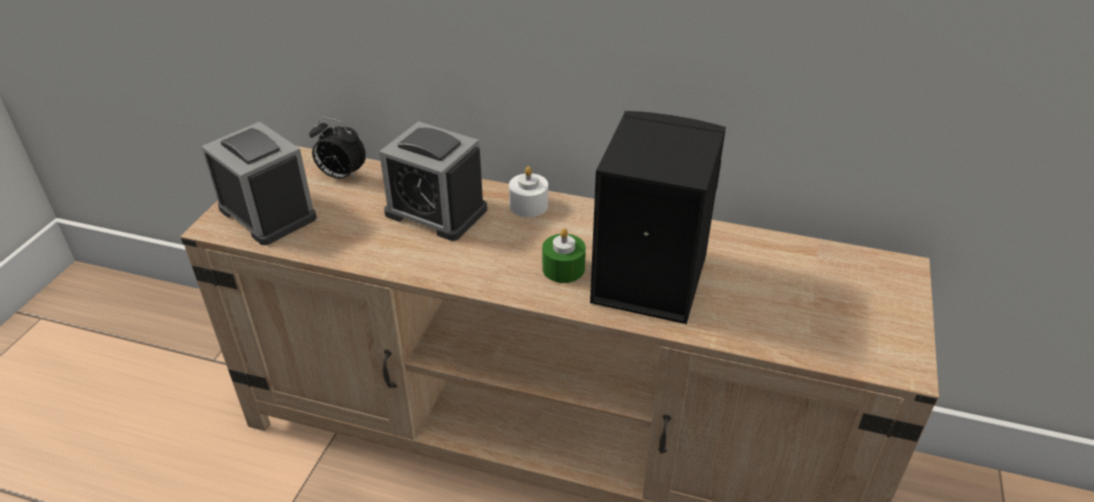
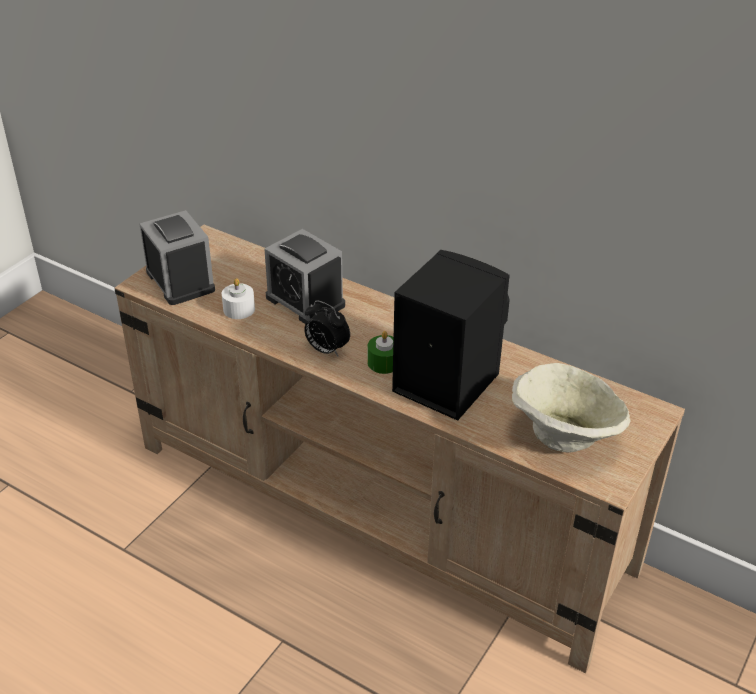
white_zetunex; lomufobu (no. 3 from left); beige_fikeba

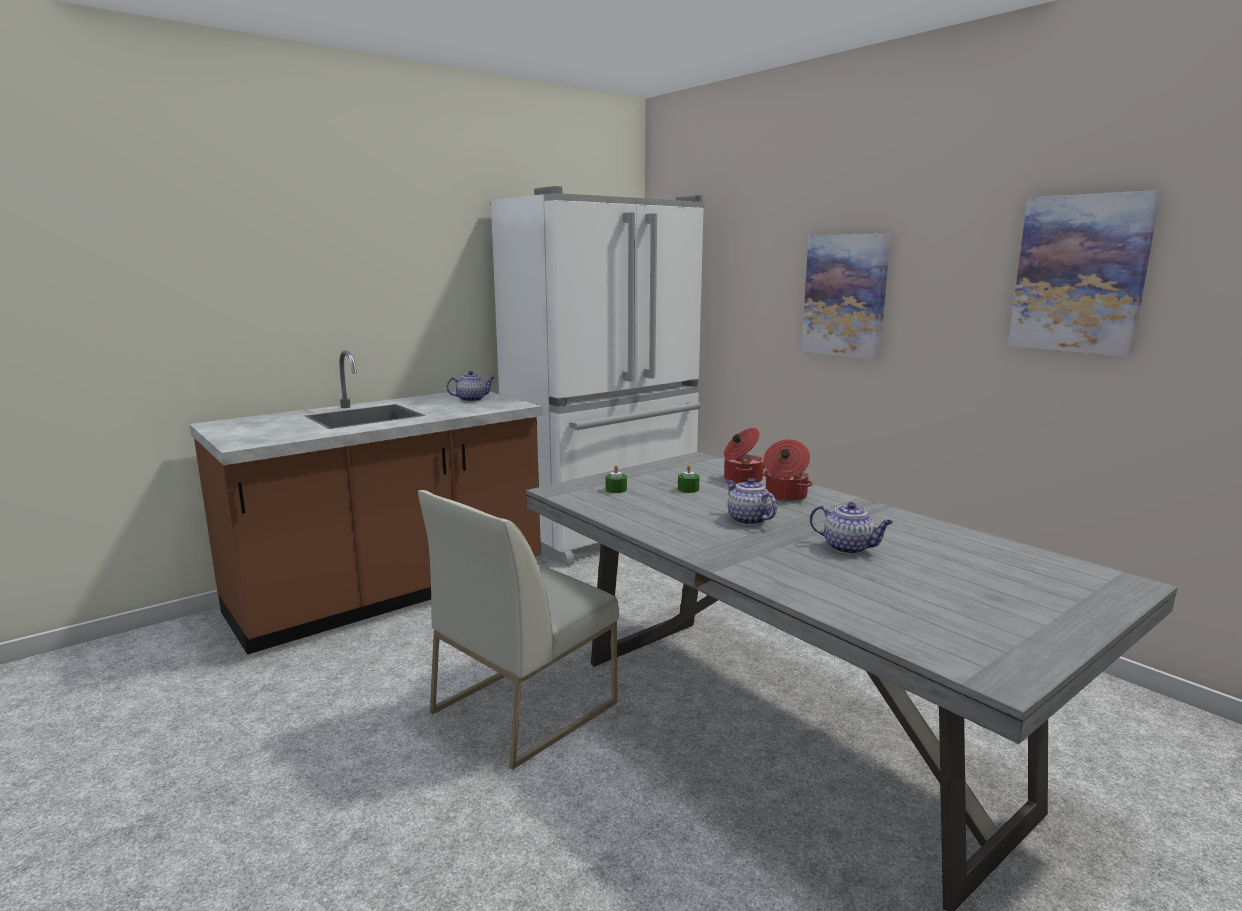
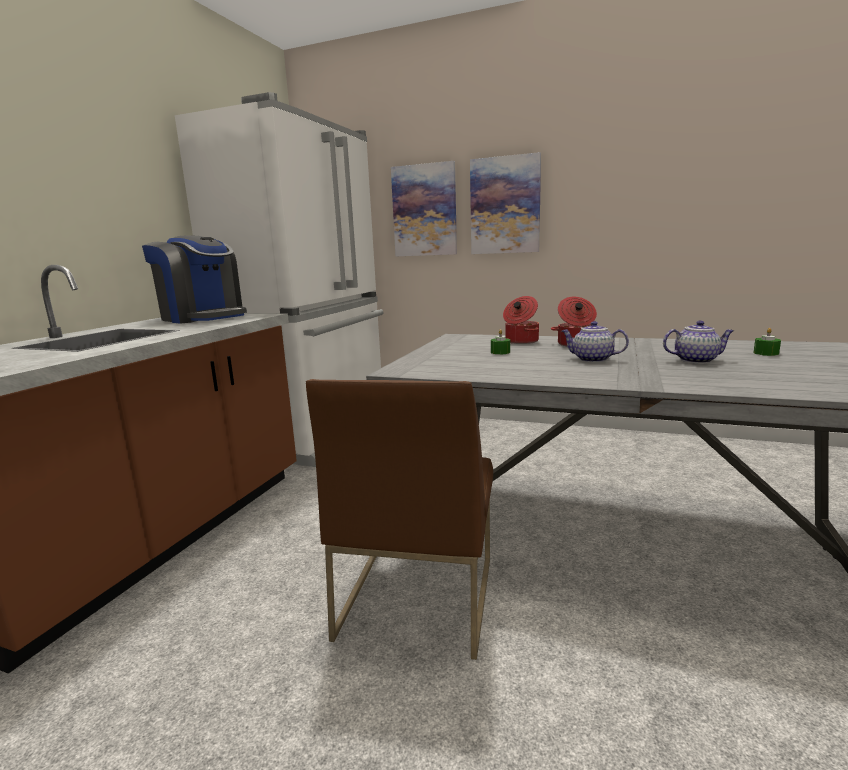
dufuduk; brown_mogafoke; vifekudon (no. 1 from left); green_zetunex (no. 2 from left)

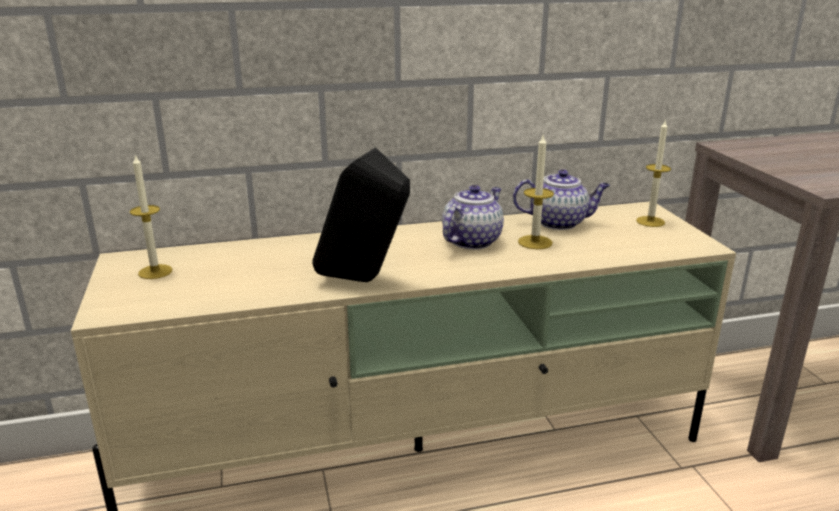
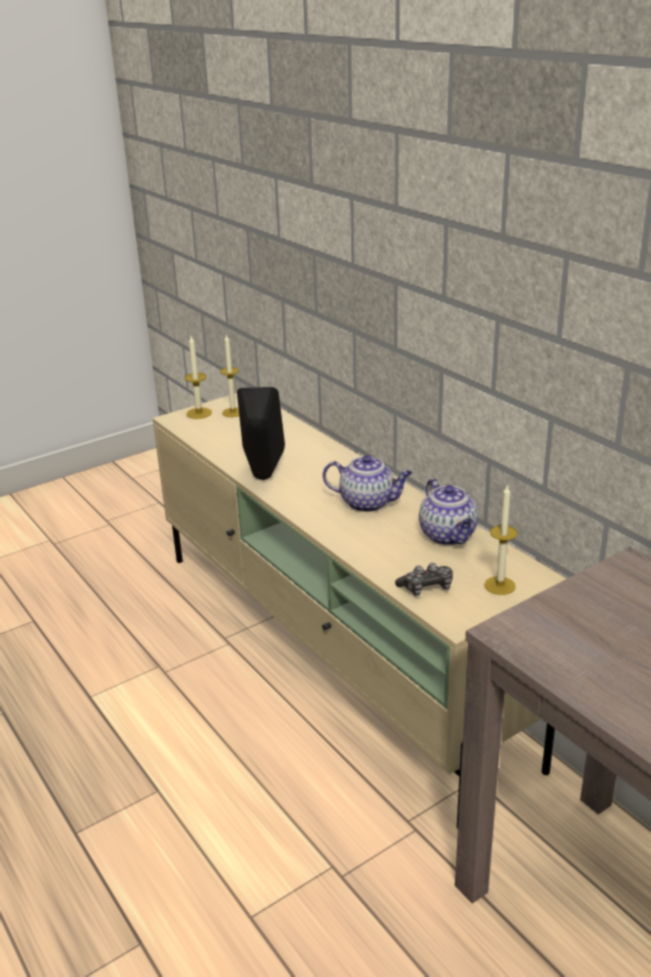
zetunex (no. 1 from left); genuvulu

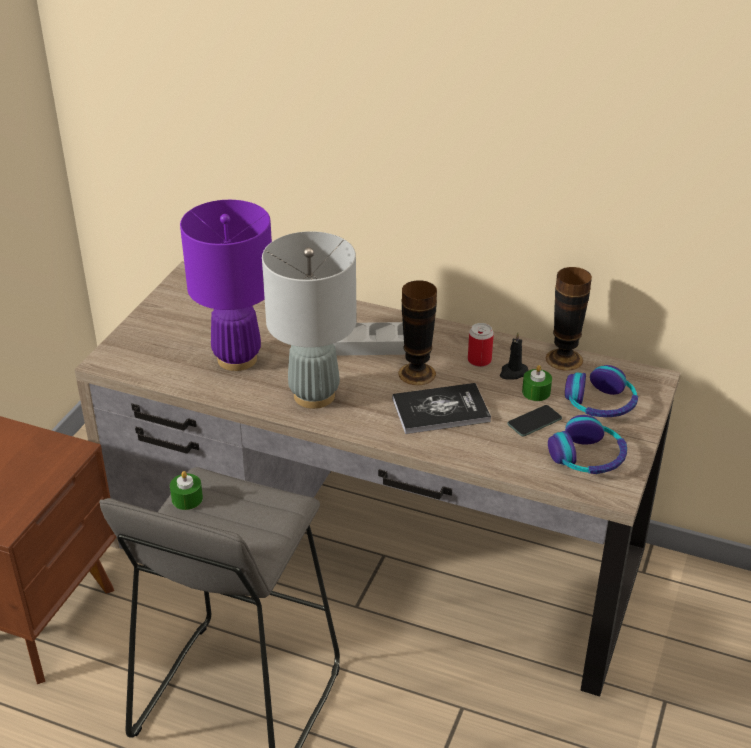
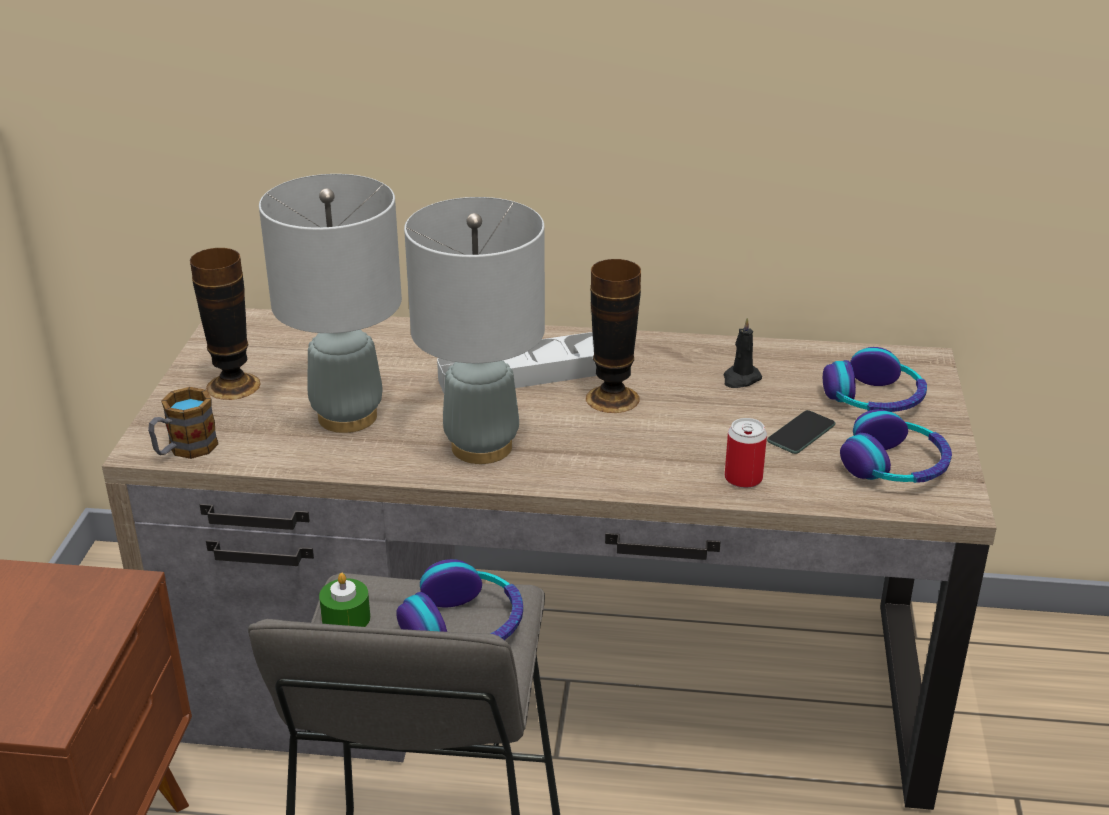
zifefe; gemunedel (no. 1 from left); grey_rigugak (no. 1 from left); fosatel (no. 1 from left); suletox; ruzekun; green_zetunex (no. 2 from left in the first image)

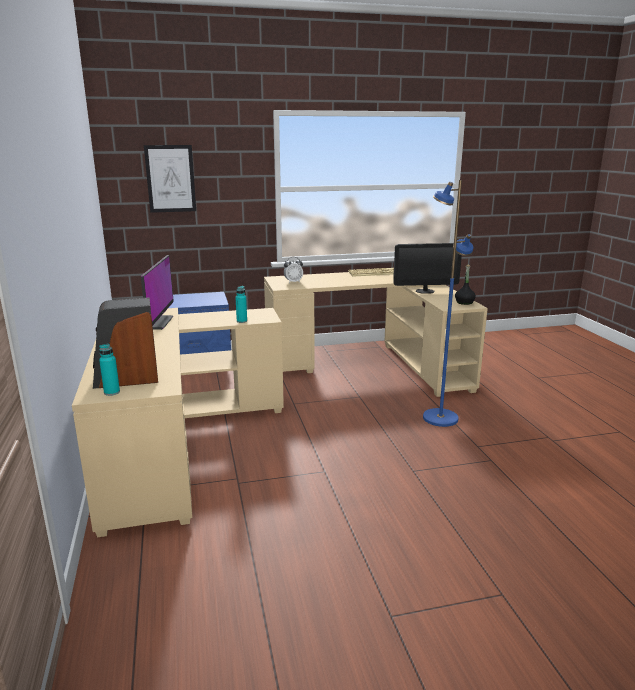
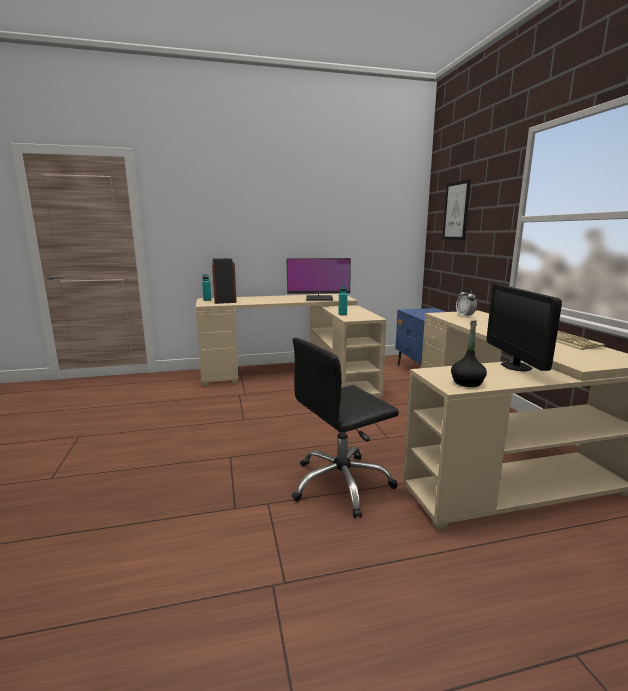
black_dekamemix

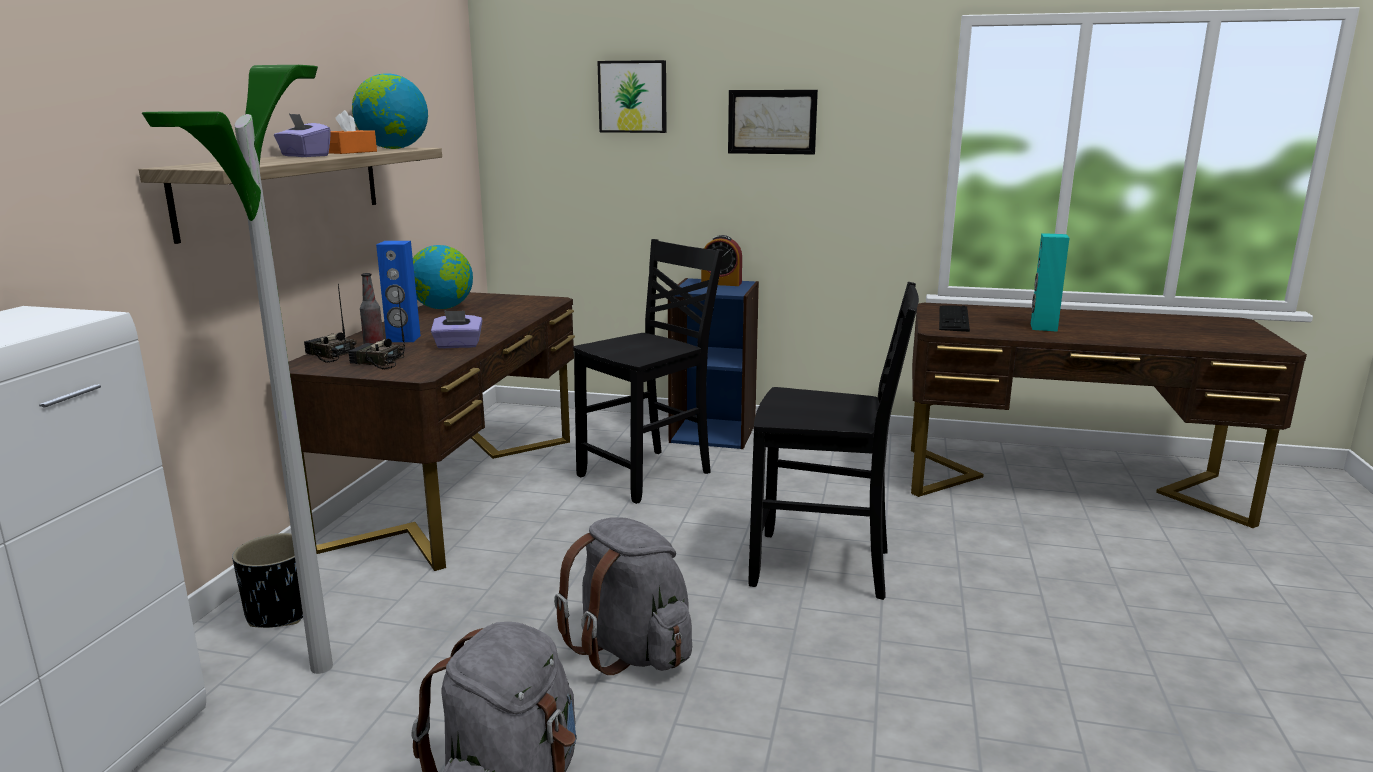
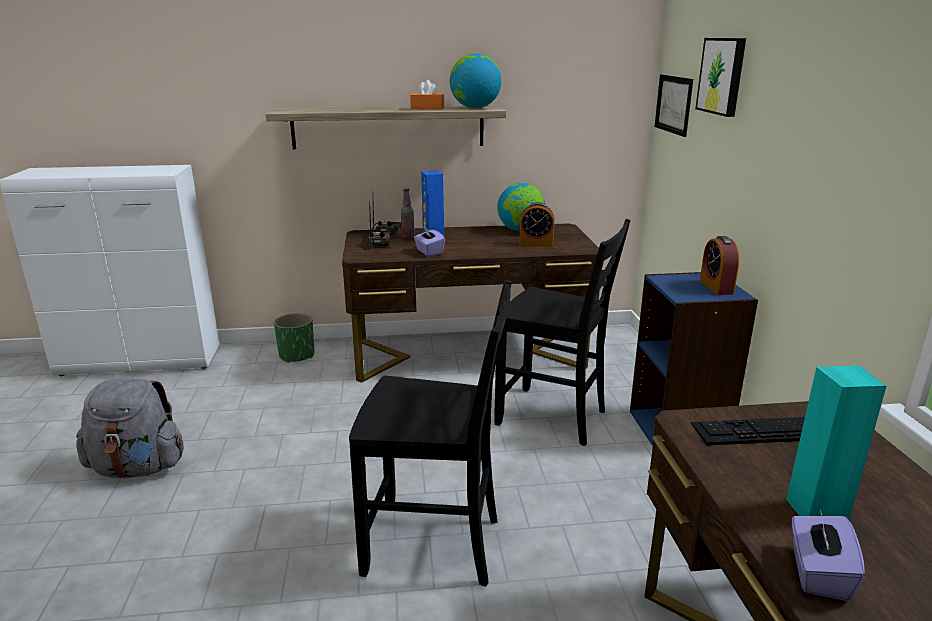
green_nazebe; black_mogafoke (no. 1 from left); lomufobu (no. 1 from left); vifekudon (no. 1 from left); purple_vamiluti (no. 2 from left); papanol; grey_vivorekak (no. 2 from left in the first image)

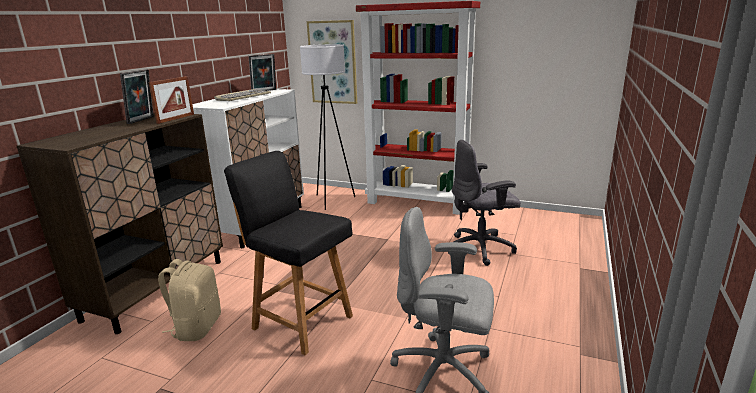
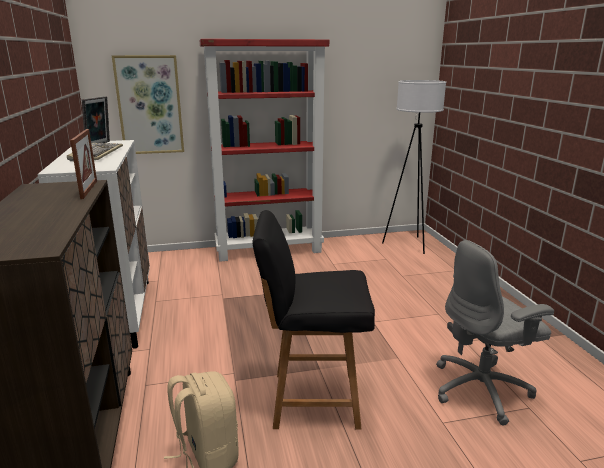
white_papanol; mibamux (no. 1 from left in the first image); grey_dekamemix (no. 2 from left in the first image)

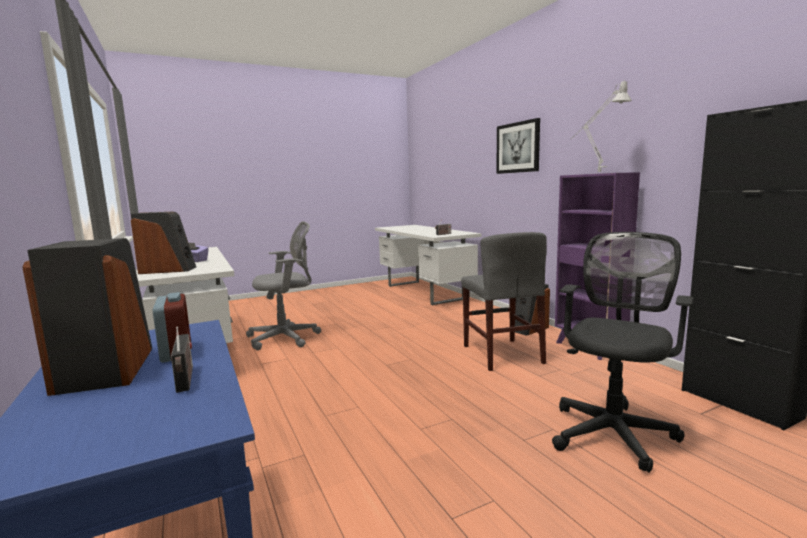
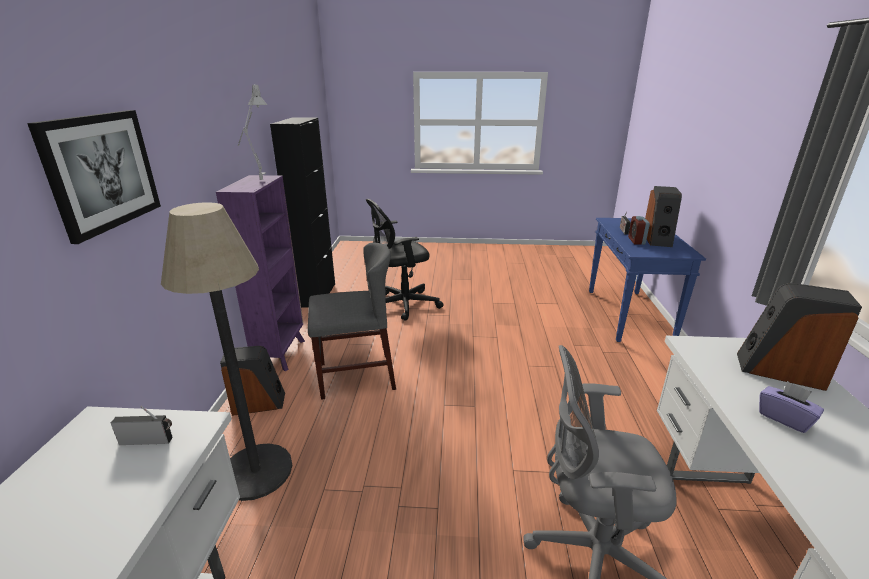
papanol; grey_mogafoke

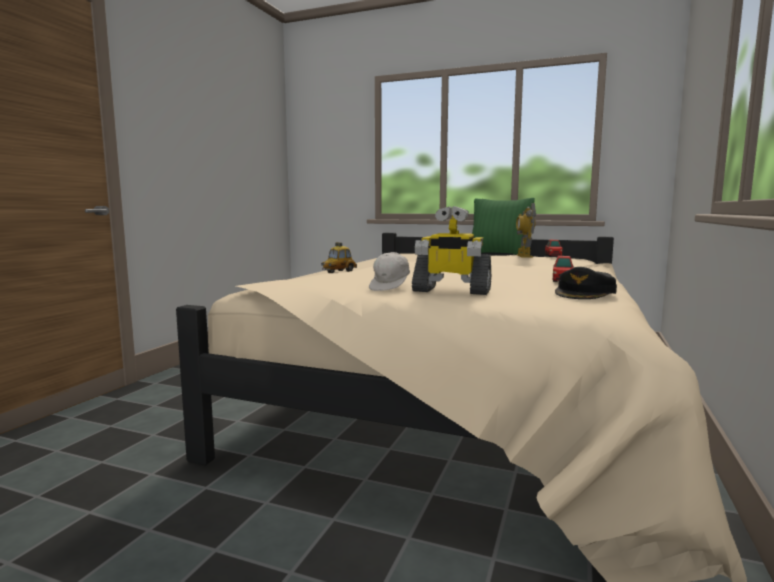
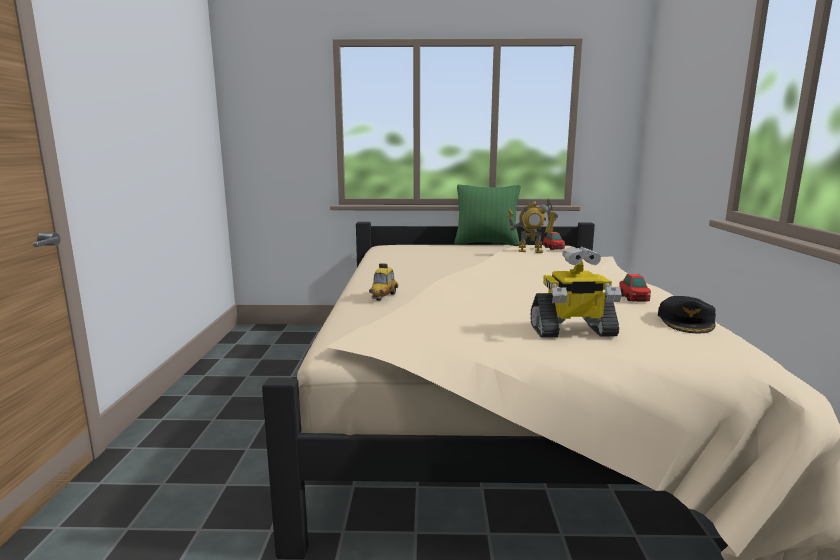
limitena (no. 1 from left); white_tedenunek

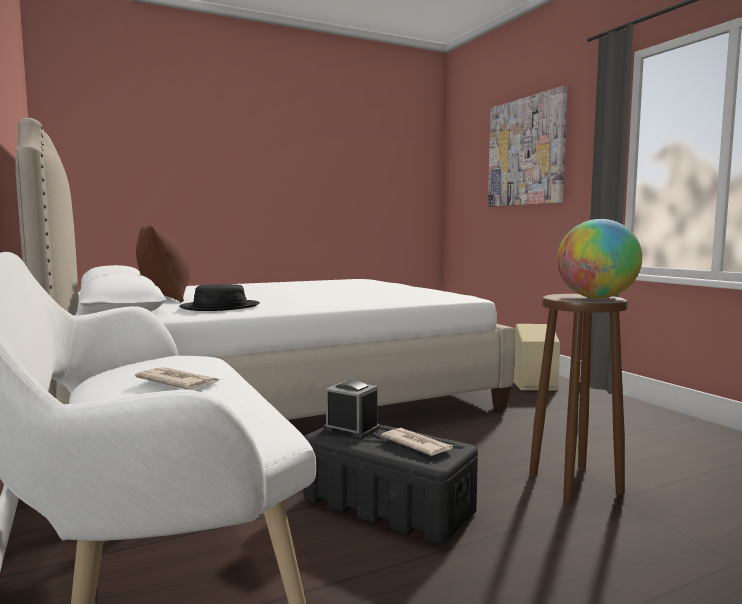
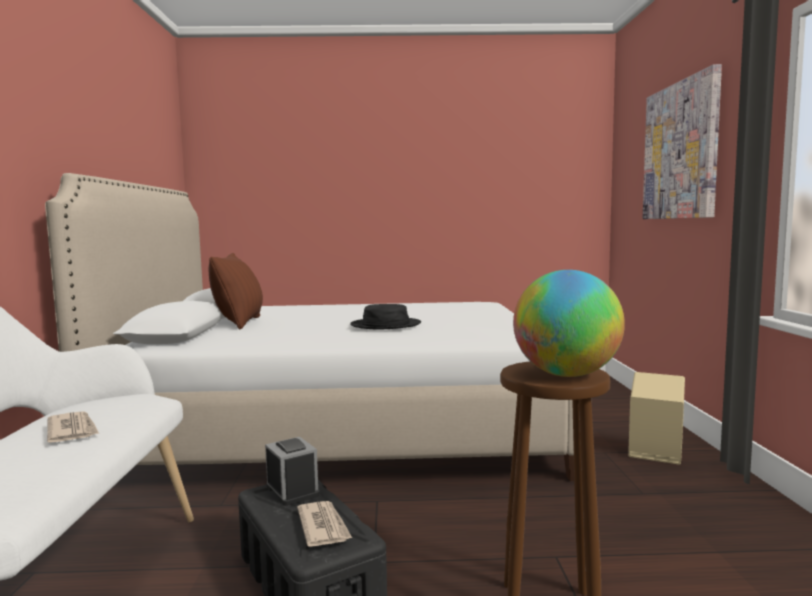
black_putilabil

